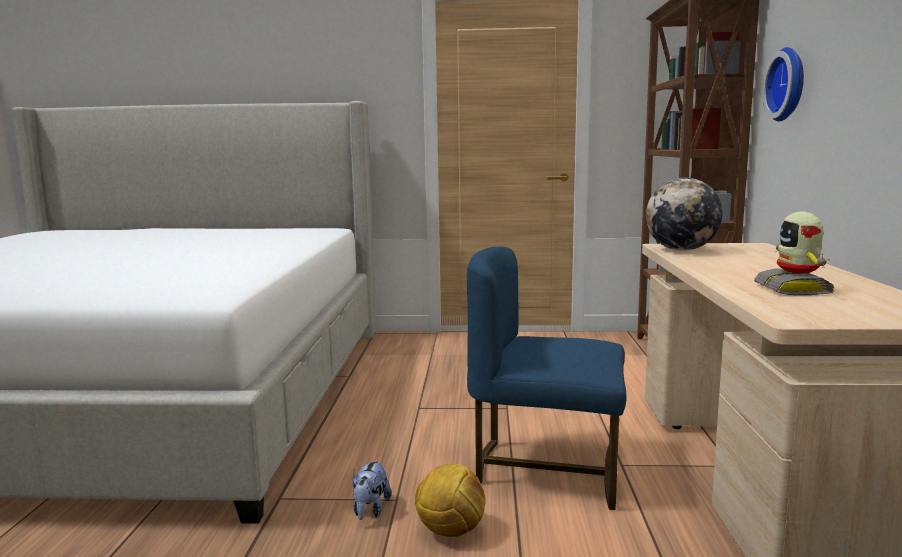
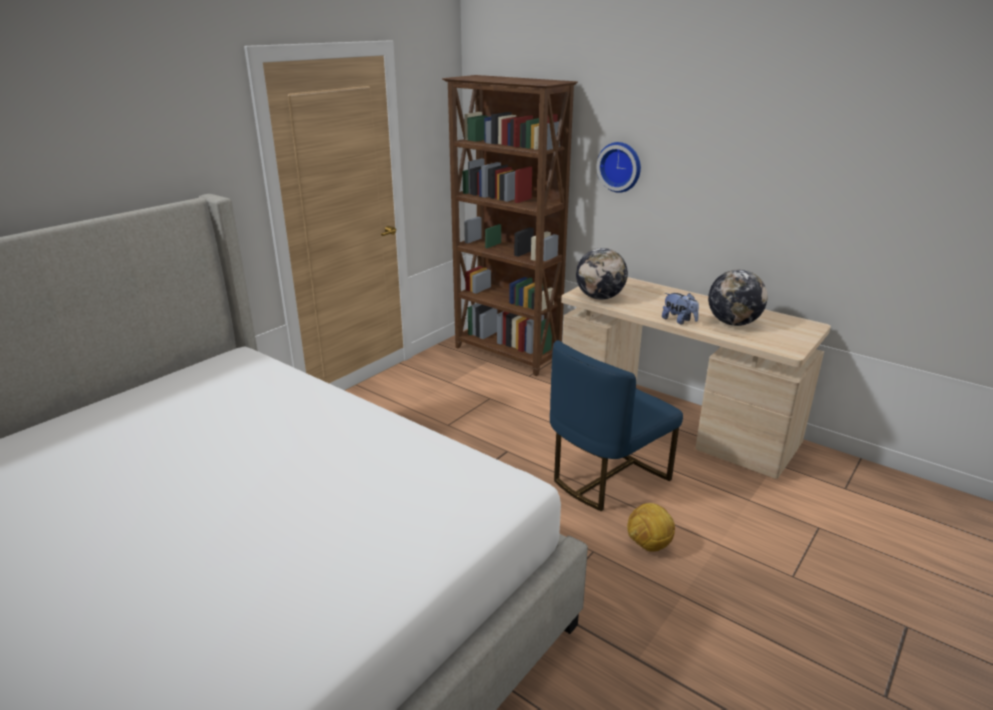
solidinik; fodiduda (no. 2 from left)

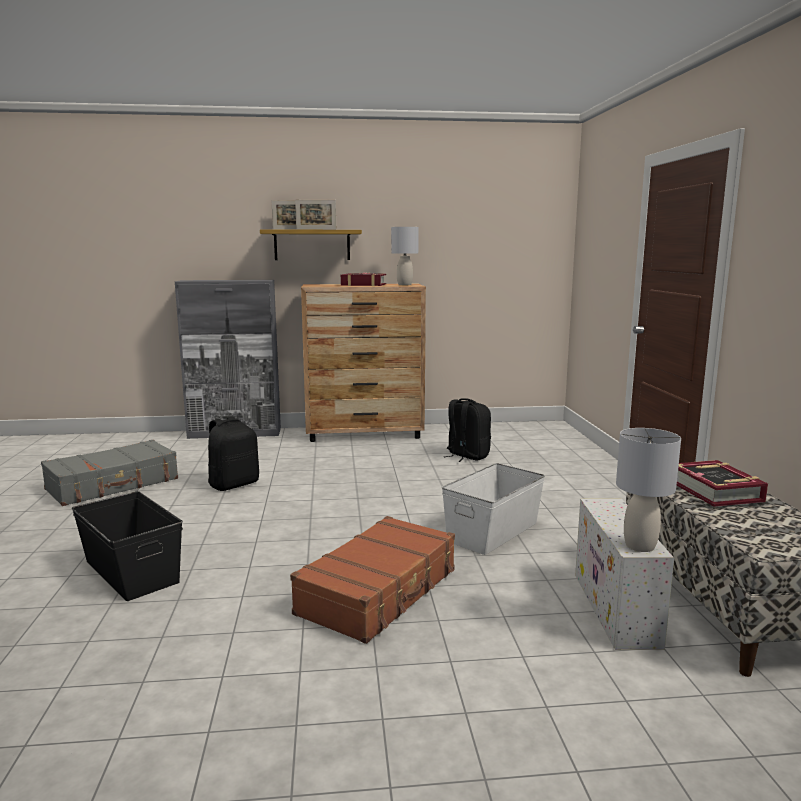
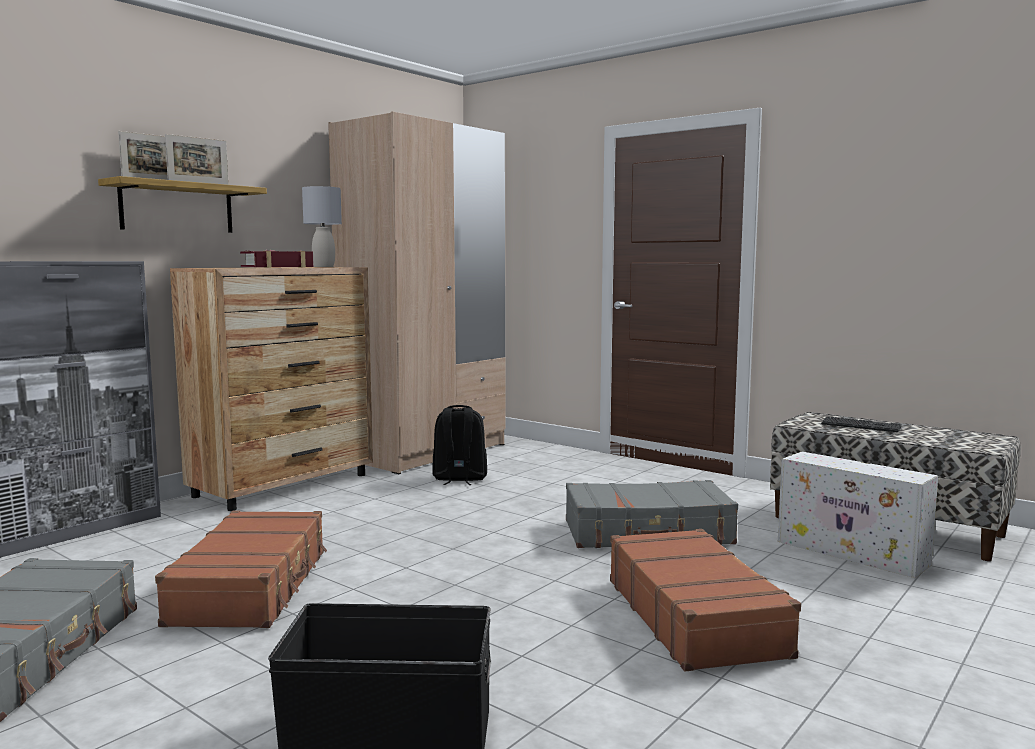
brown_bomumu (no. 1 from left); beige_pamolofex; grey_bomumu (no. 2 from left); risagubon; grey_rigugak (no. 2 from left in the first image)

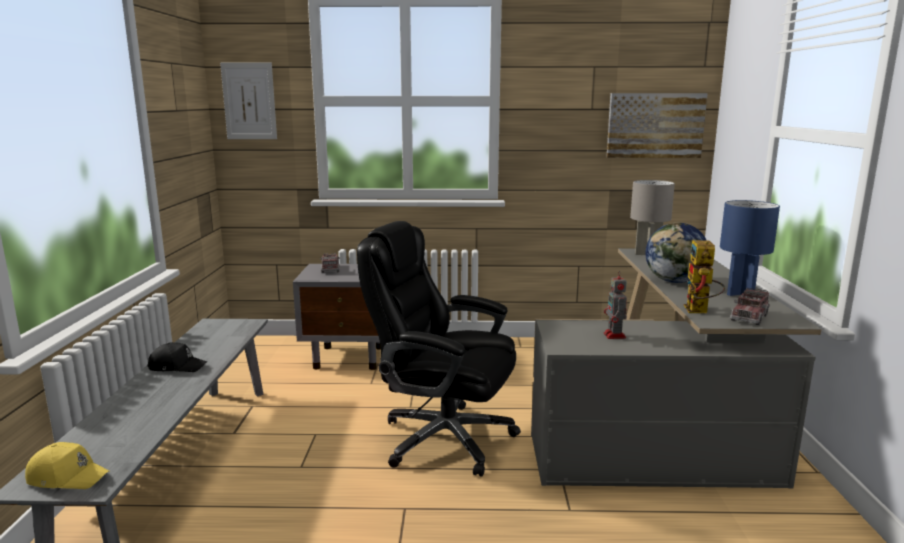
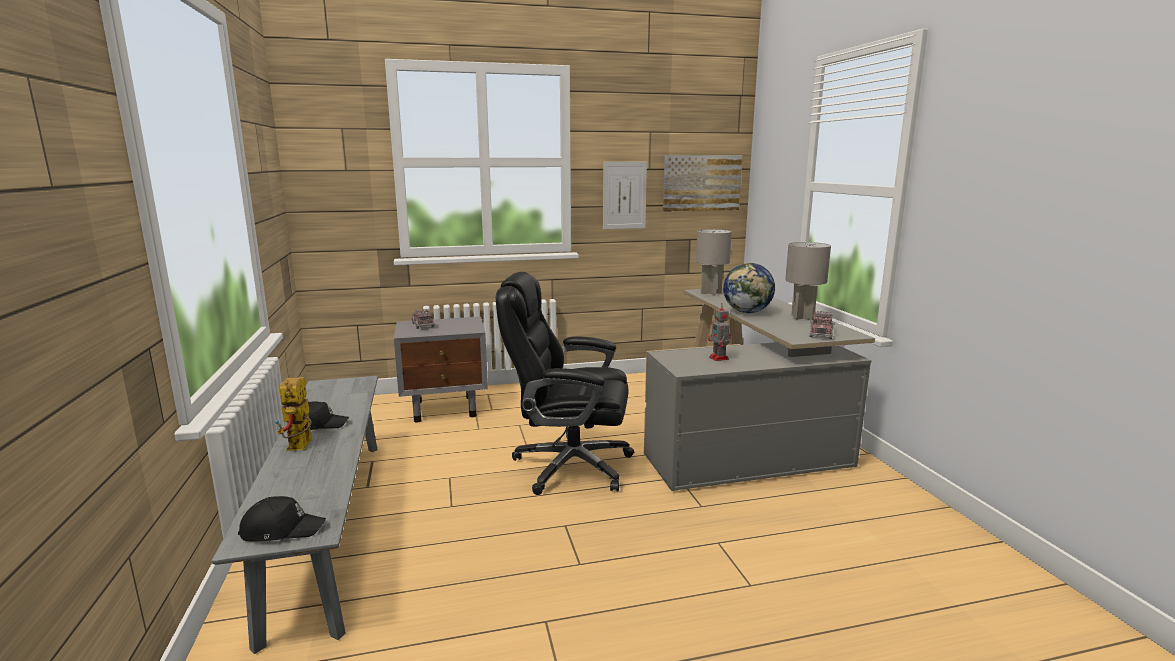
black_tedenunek (no. 1 from left); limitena (no. 1 from left); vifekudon (no. 1 from left); grey_rigugak (no. 2 from left)

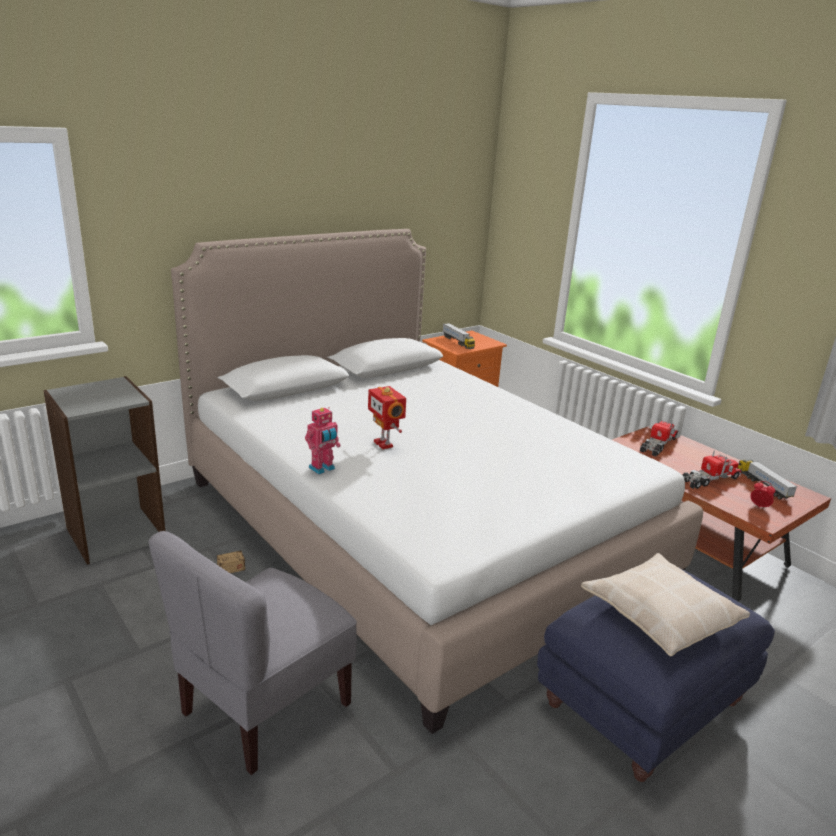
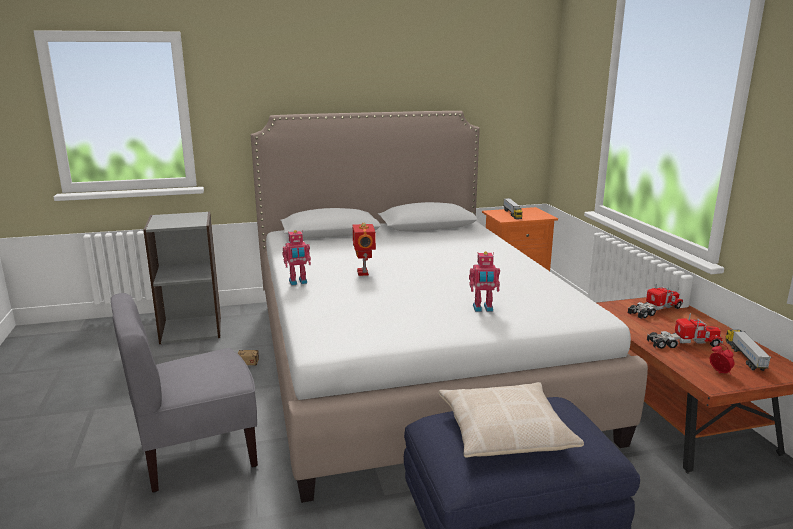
limitena (no. 3 from left)

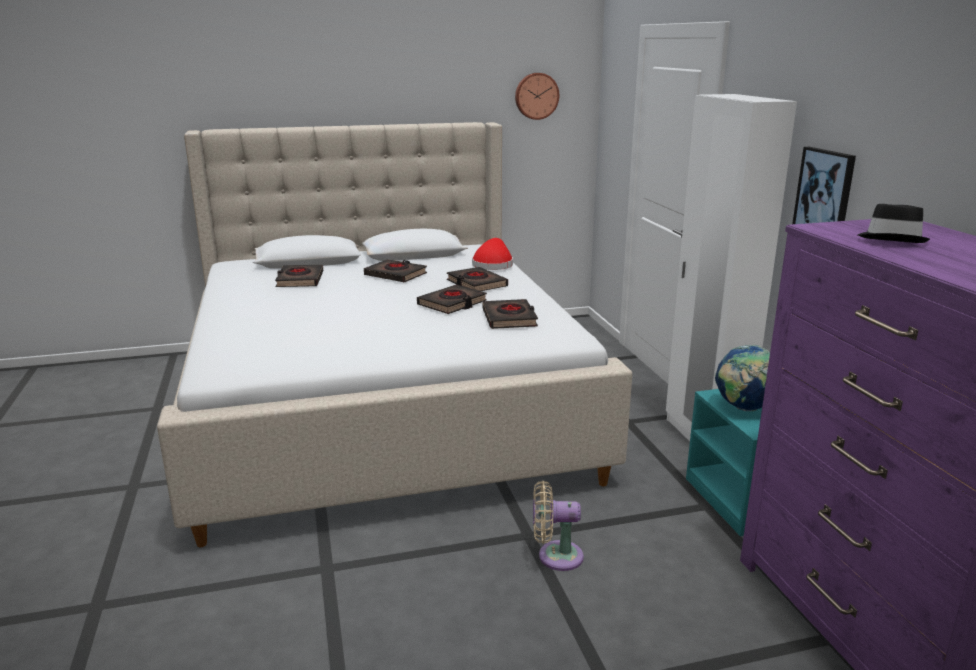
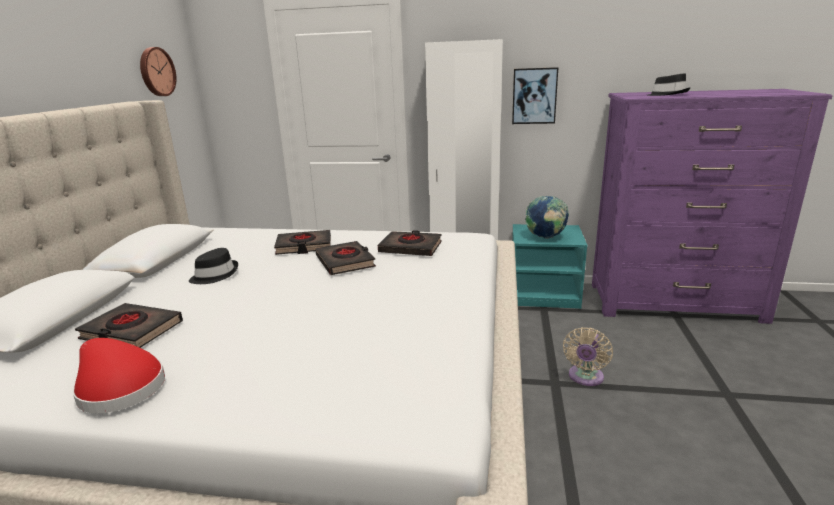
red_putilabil; black_putilabil (no. 1 from left)

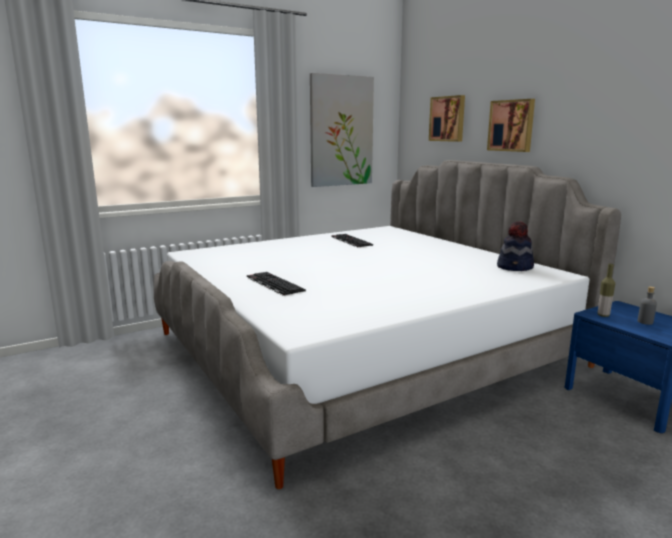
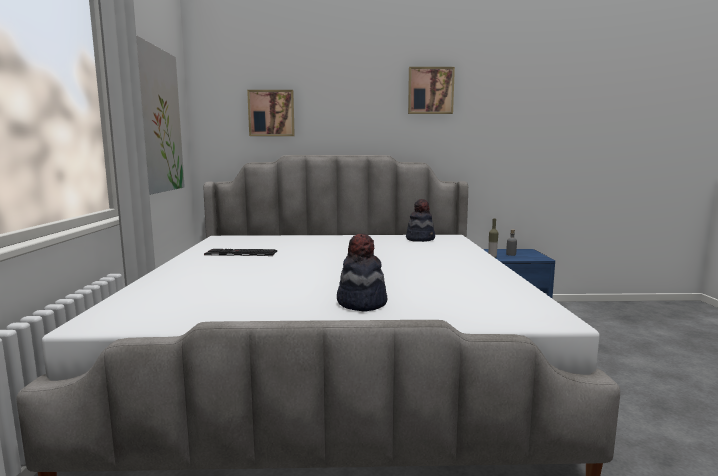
putilabil (no. 1 from left); vifekudon (no. 3 from left)

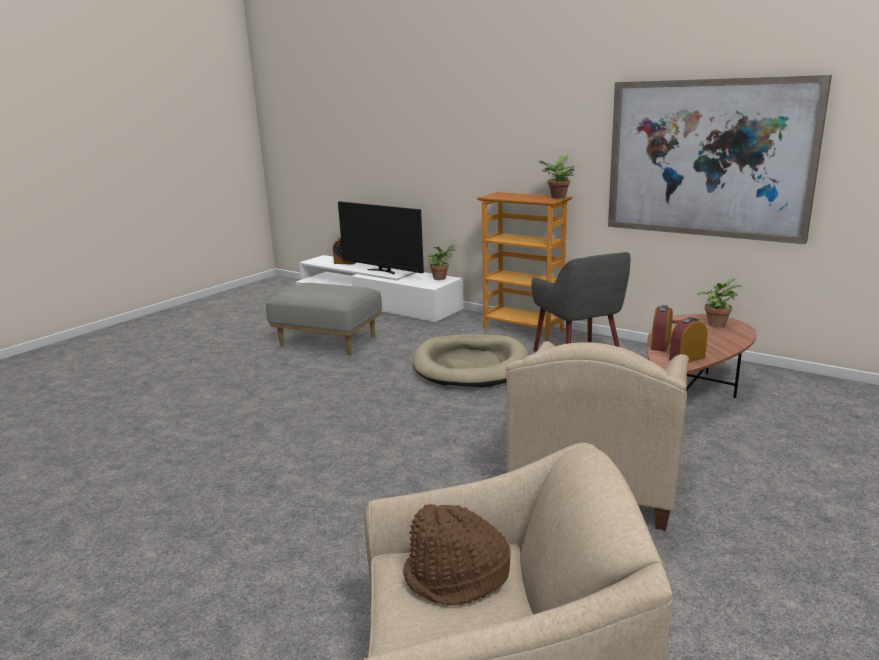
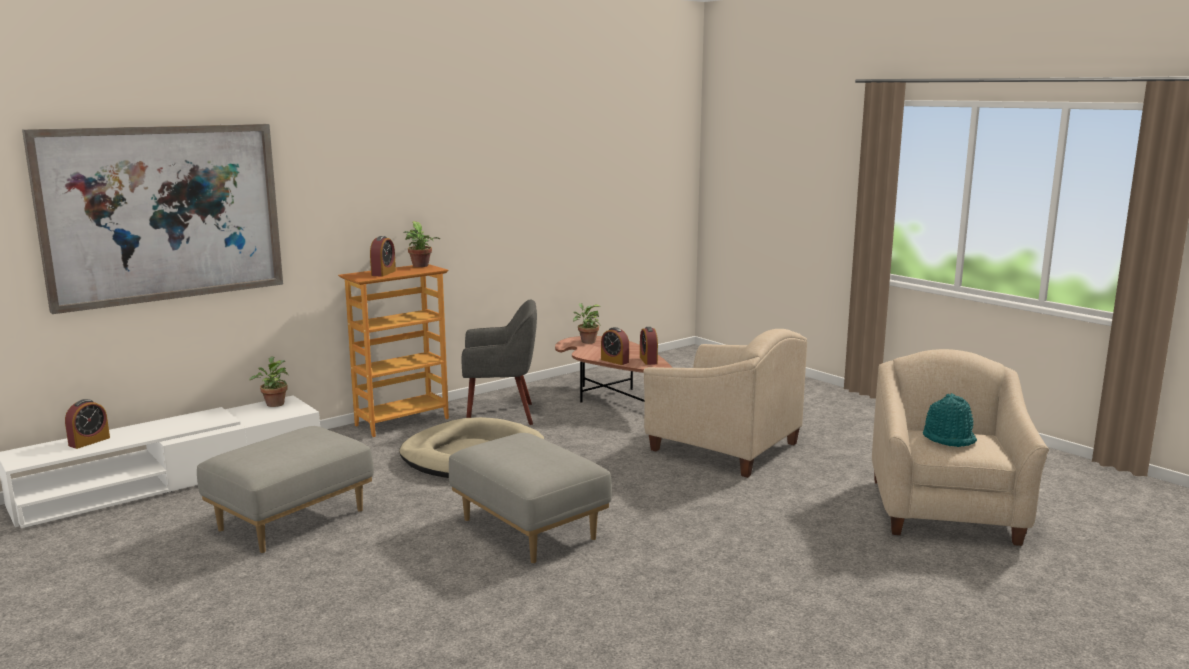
vifekudon; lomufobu (no. 2 from left); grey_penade (no. 2 from left); turquoise_putilabil; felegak

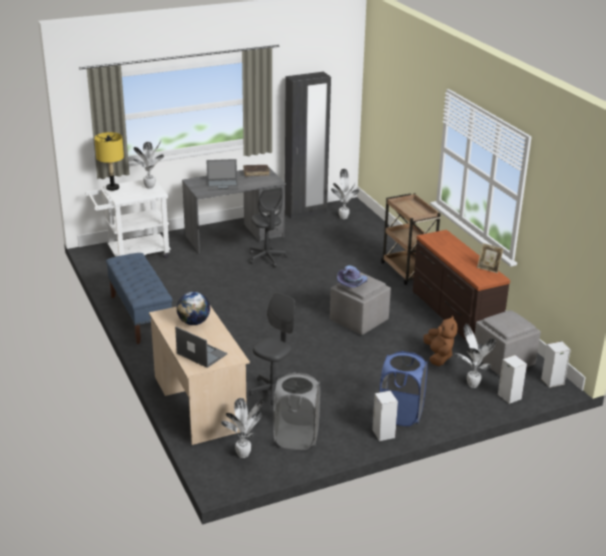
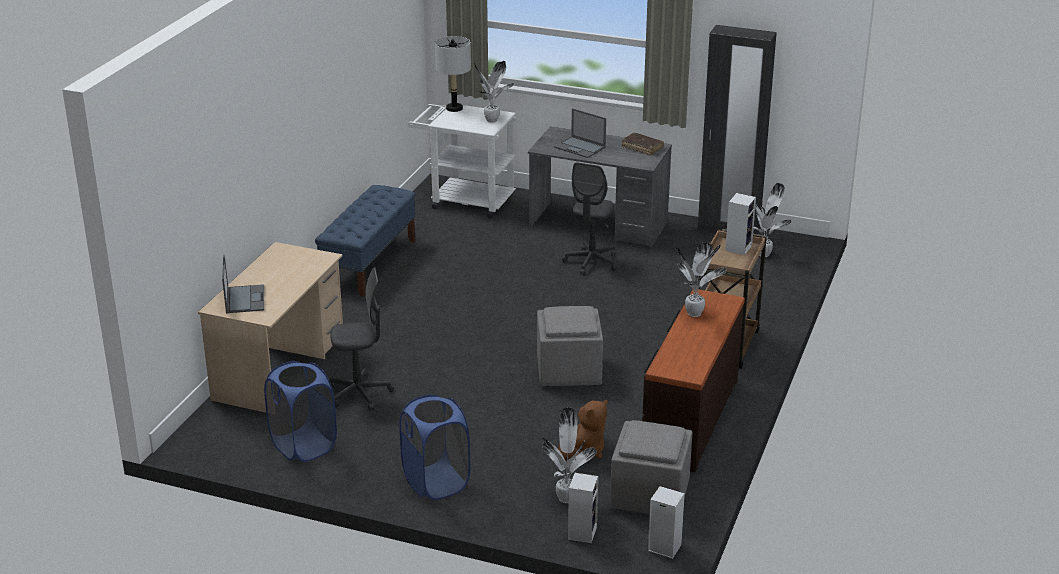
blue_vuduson (no. 1 from left); grey_rigugak; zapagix (no. 3 from left); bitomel (no. 3 from left); fodiduda; purple_putilabil; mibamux

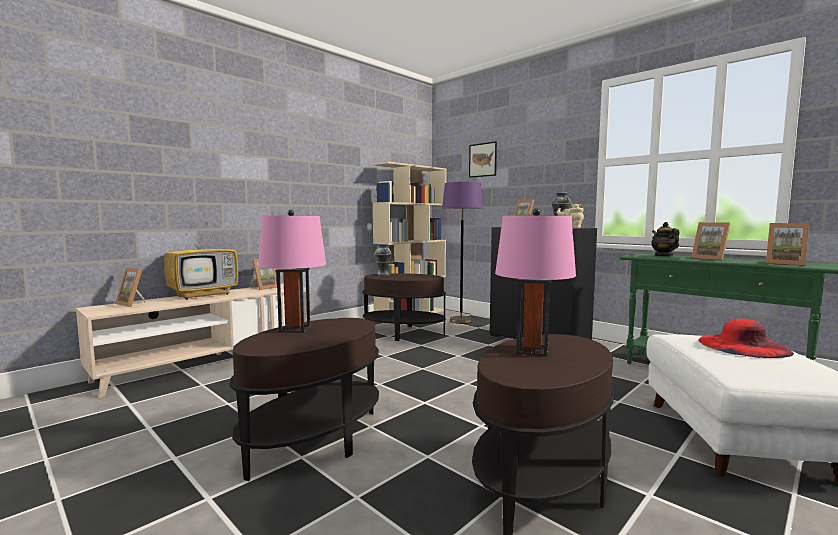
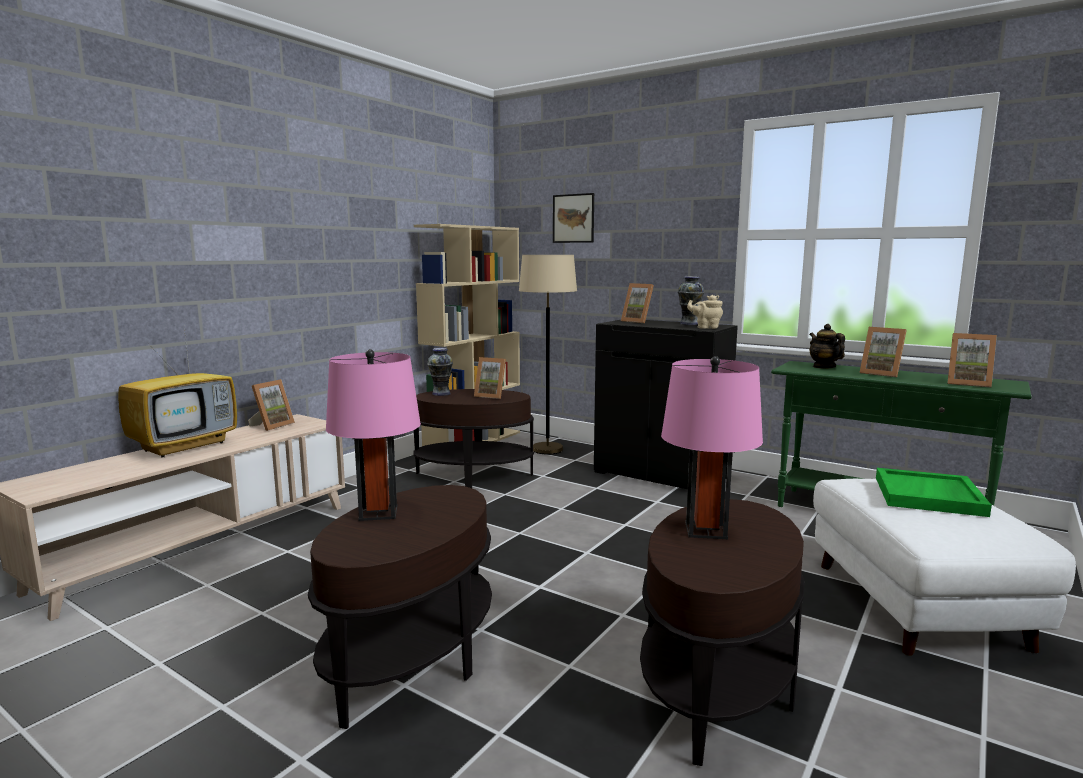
mibamux (no. 2 from left); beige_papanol; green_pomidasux

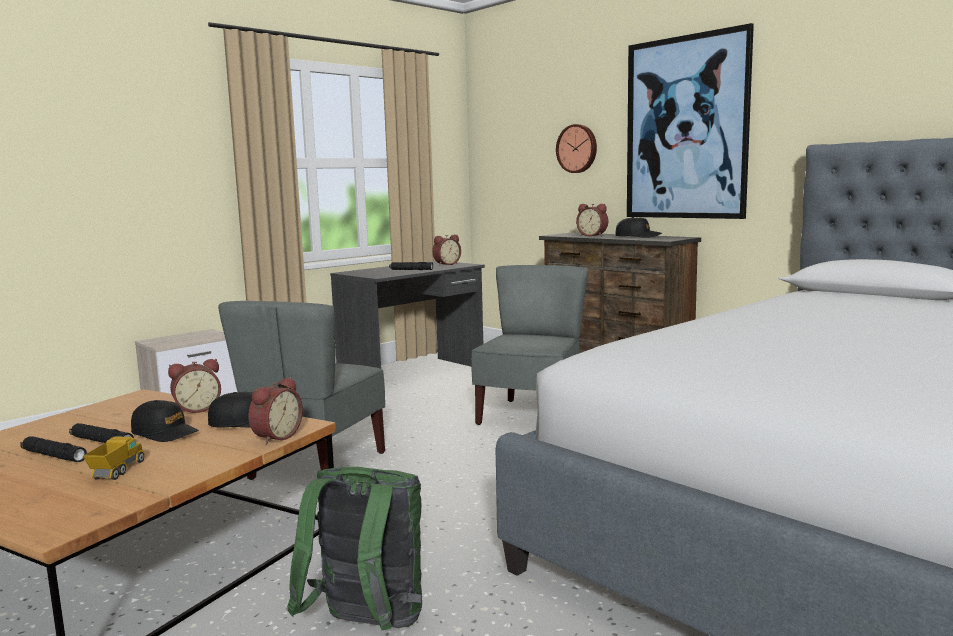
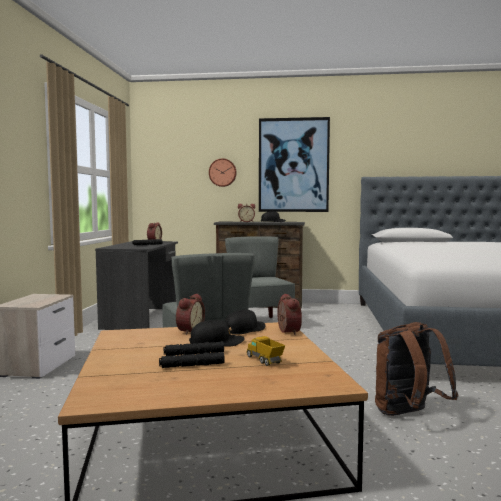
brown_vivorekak

